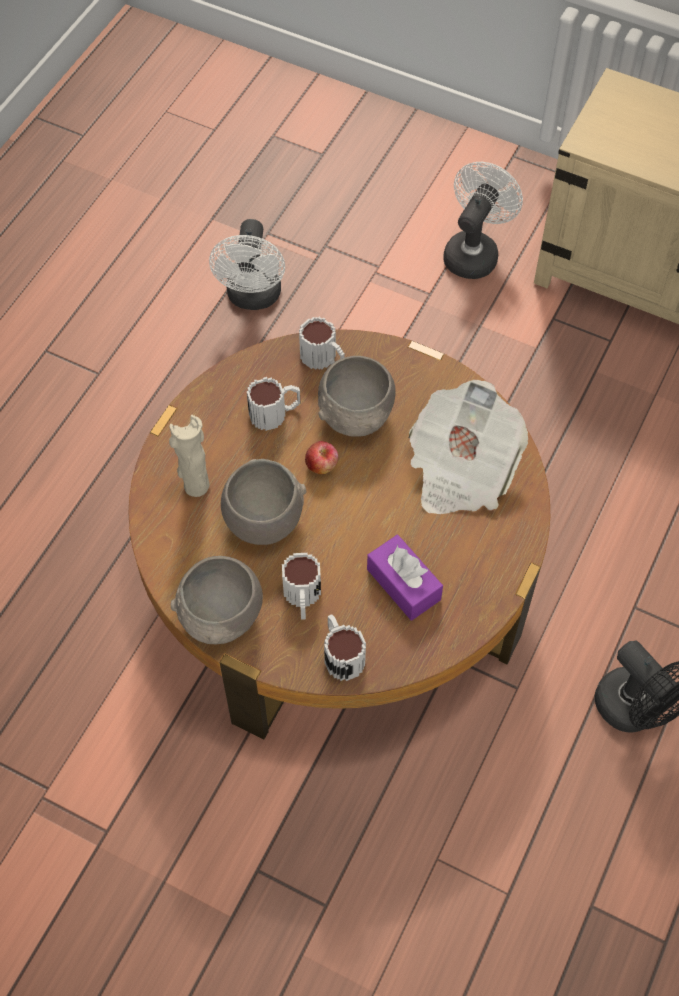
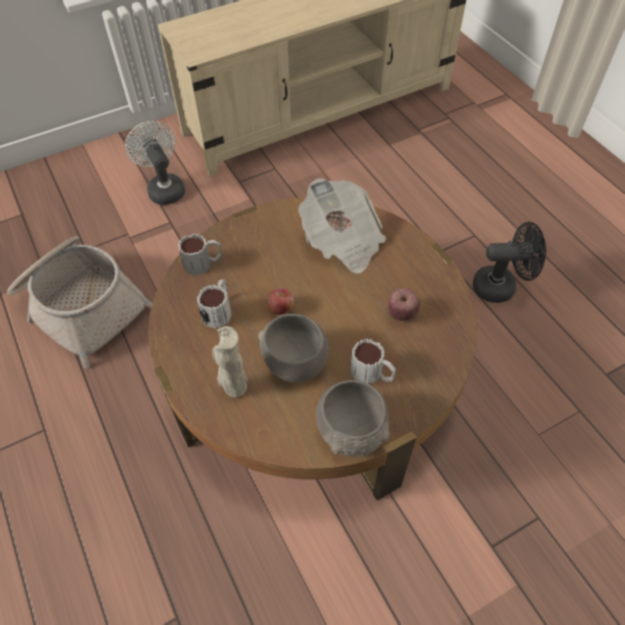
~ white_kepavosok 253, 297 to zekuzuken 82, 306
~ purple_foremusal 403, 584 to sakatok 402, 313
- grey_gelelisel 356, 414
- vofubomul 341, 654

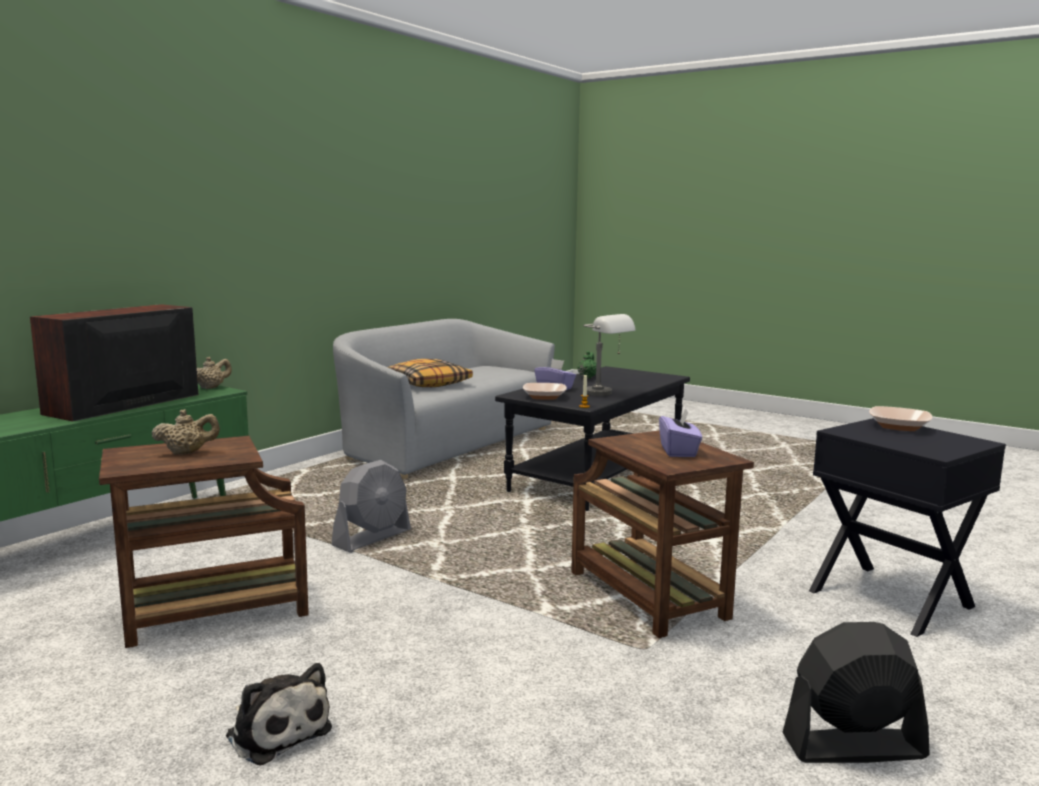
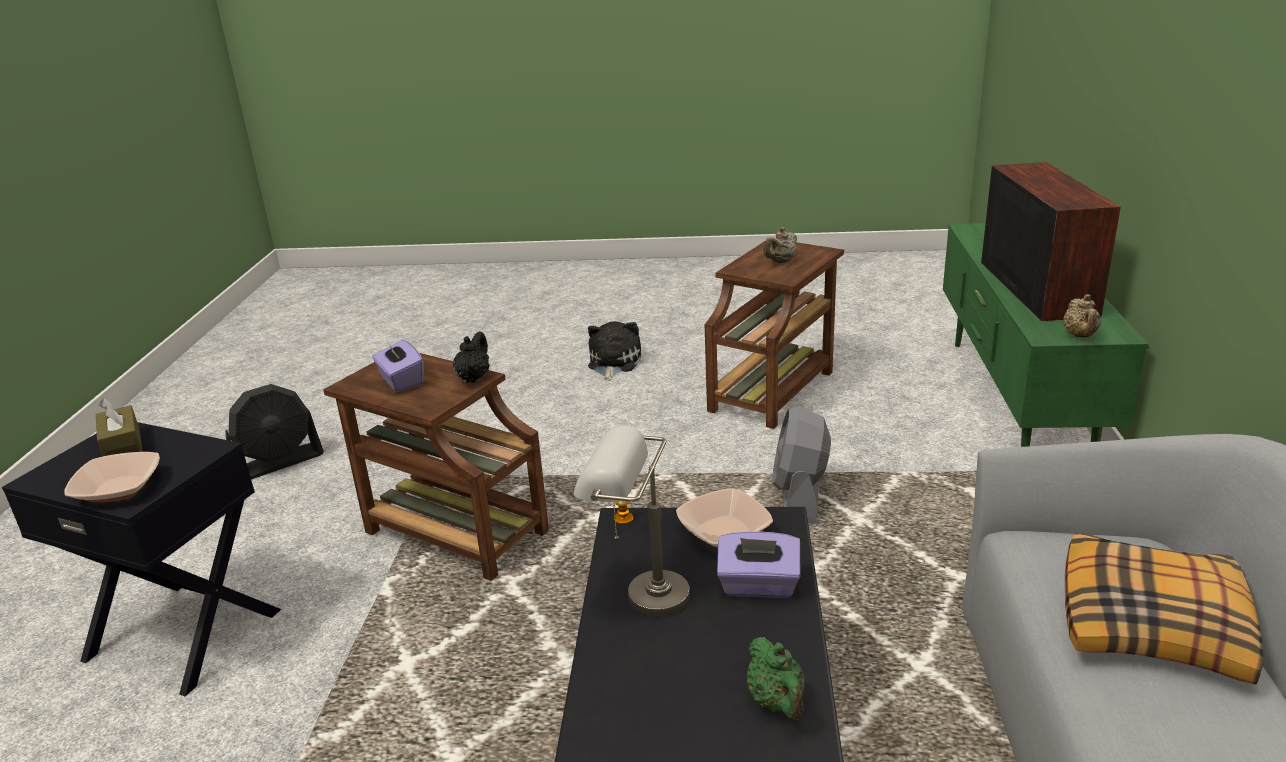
+ brown_foremusal 123, 445
+ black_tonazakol 473, 377
~ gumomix 276, 731 = 613, 363 90 degrees clockwise

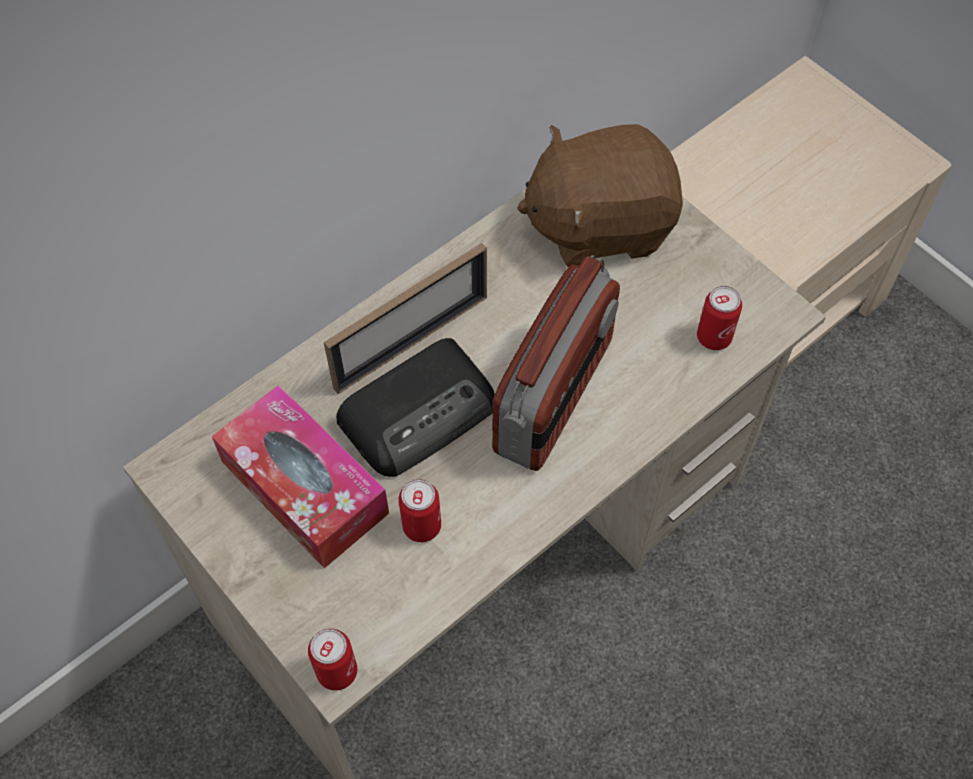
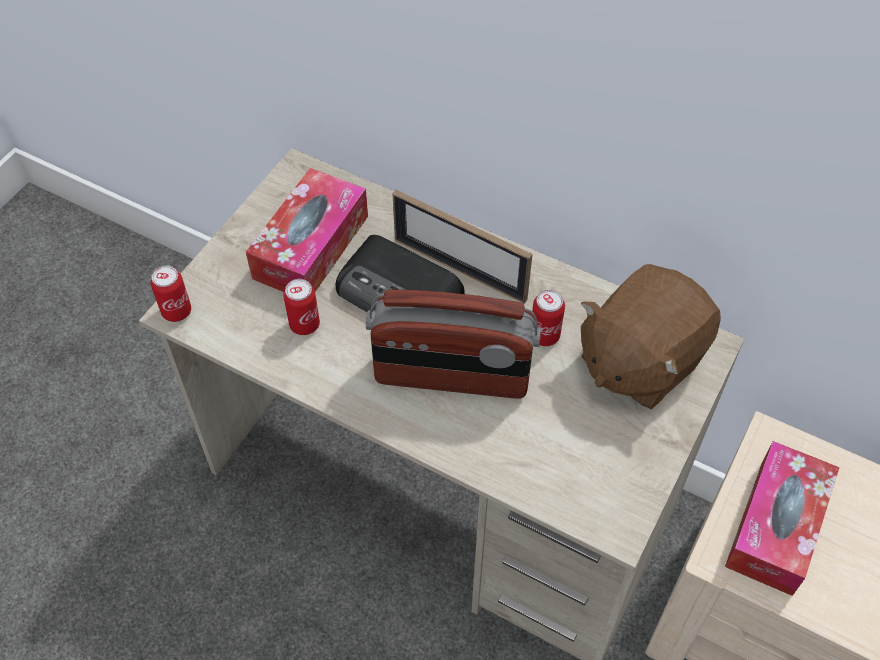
~ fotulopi 714, 337 to 544, 335
~ brown_gumomix 599, 224 = 639, 360 105 degrees counterclockwise
+ foremusal 776, 526

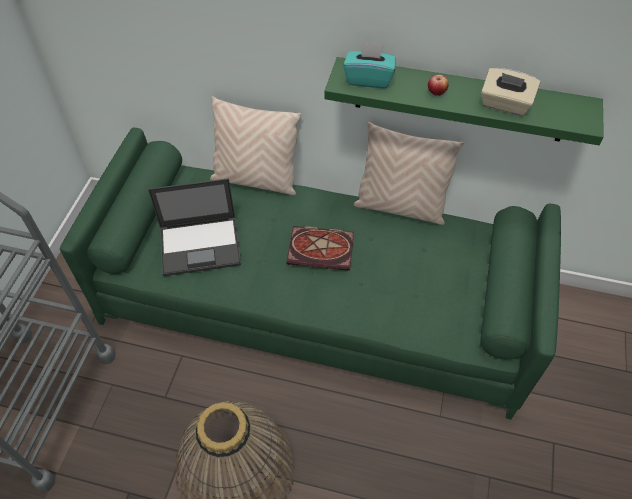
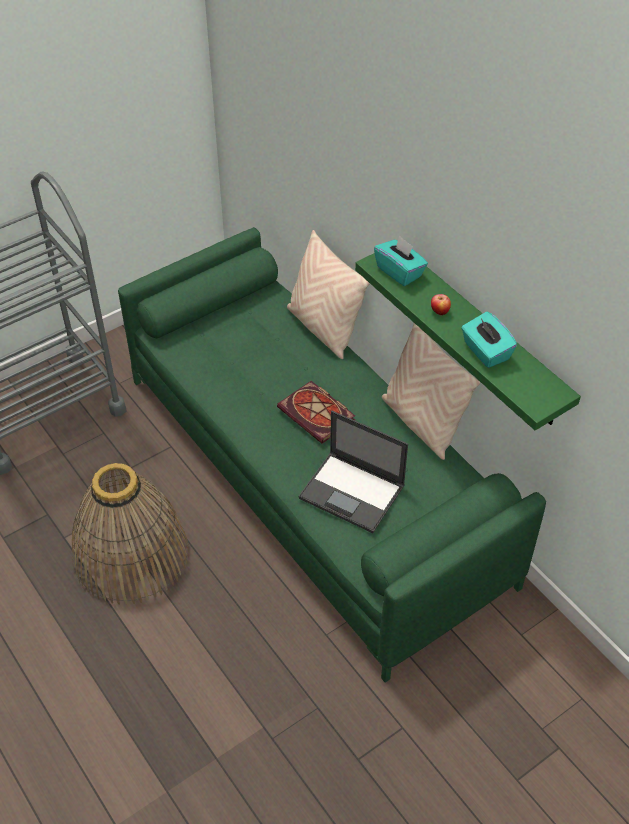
~ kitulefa 201, 245 to 353, 492
~ beige_foremusal 505, 104 to turquoise_foremusal 485, 352

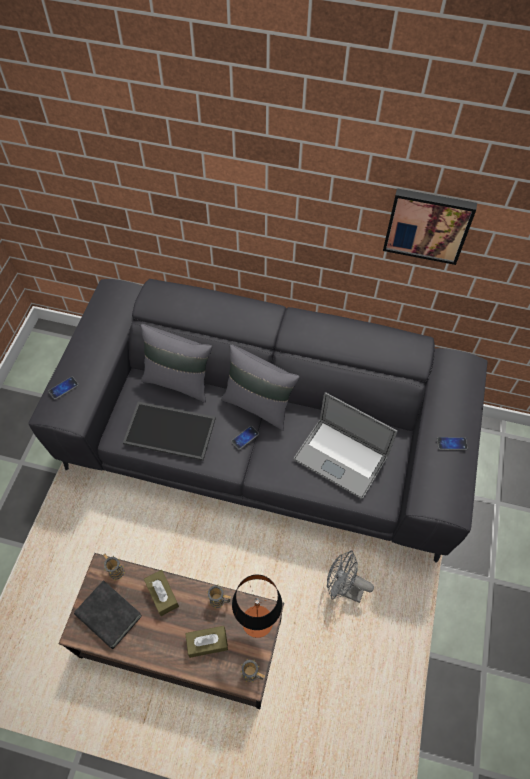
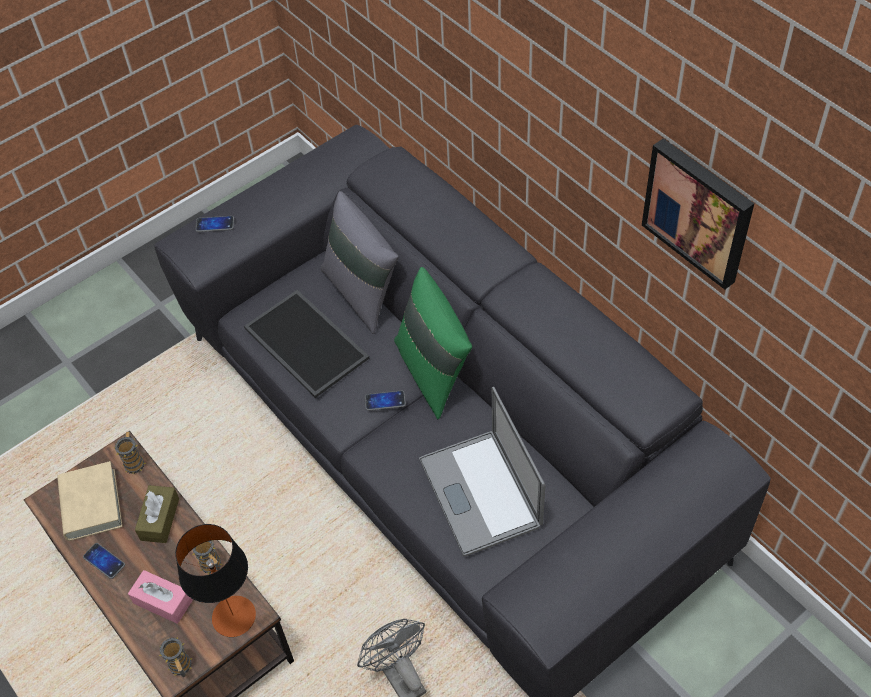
~ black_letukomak 109, 615 to beige_letukomak 91, 505
~ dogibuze 451, 444 to 104, 561
~ brown_foremusal 207, 643 to pink_foremusal 163, 601
~ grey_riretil 258, 405 to green_riretil 434, 372

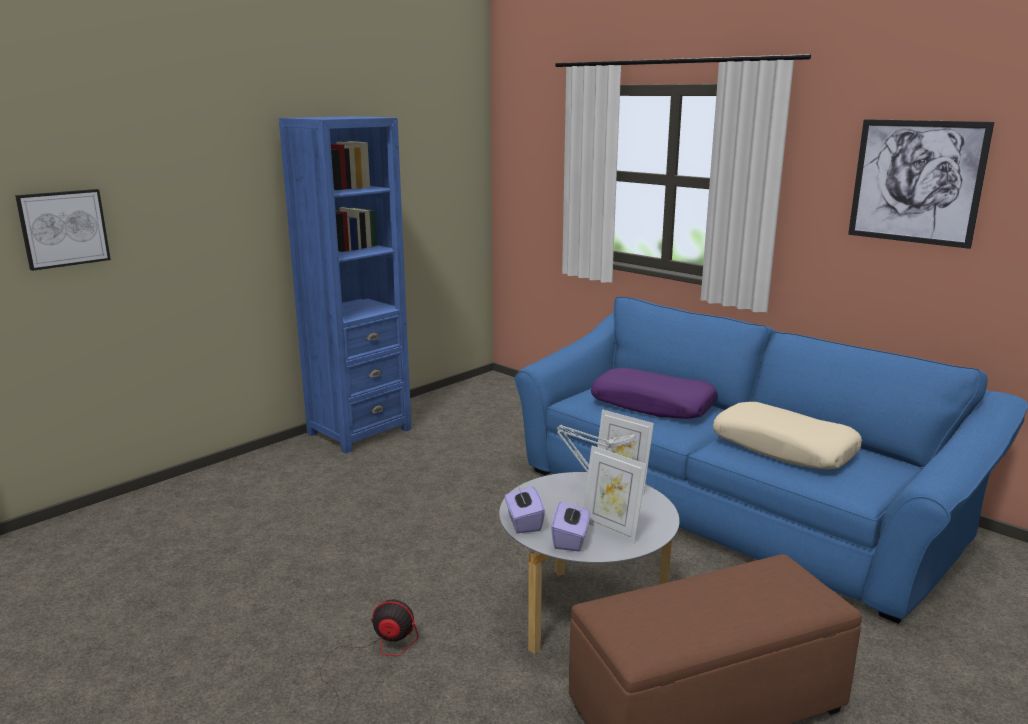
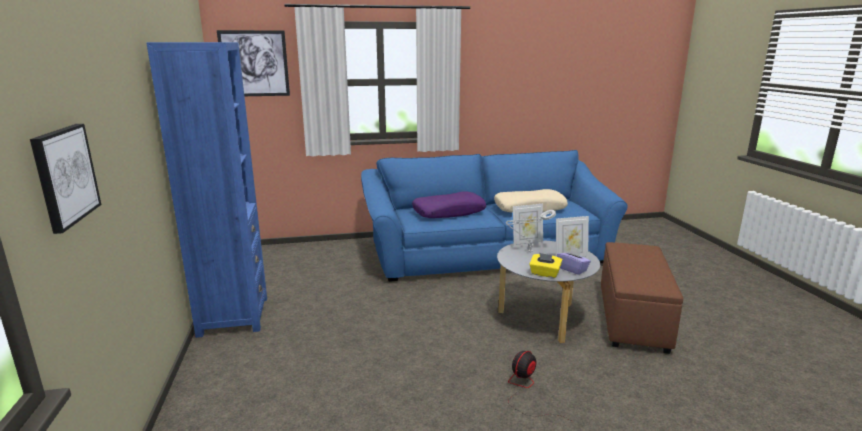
~ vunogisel 916, 182 to 254, 63
~ purple_foremusal 523, 522 to yellow_foremusal 544, 274

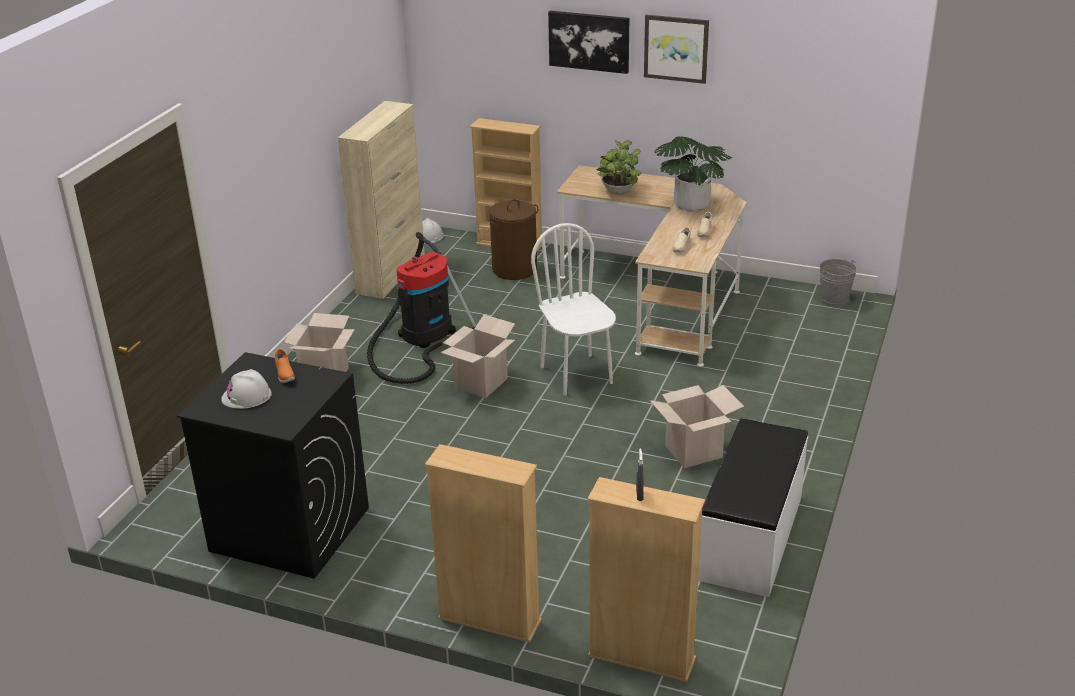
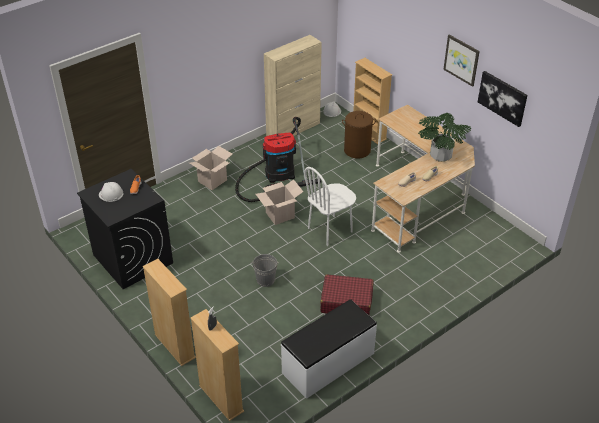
~ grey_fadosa 834, 300 to 265, 280
~ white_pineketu 577, 375 = 330, 230 135 degrees counterclockwise
~ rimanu 693, 451 to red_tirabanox 346, 301
~ vunogisel 589, 41 to 502, 98
- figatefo 618, 193

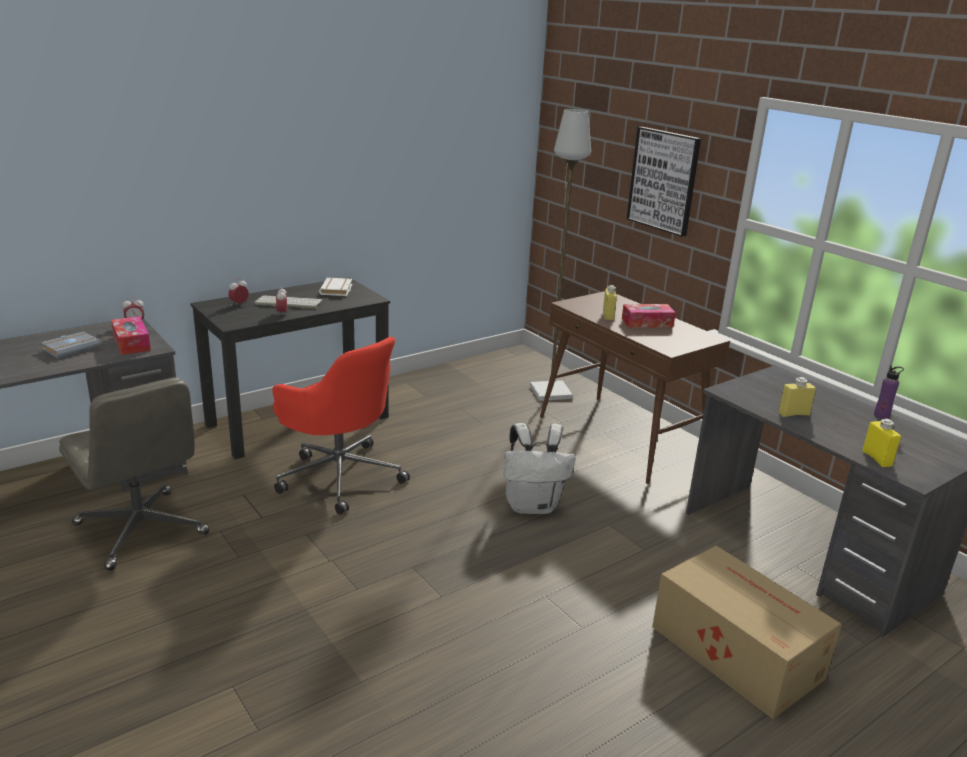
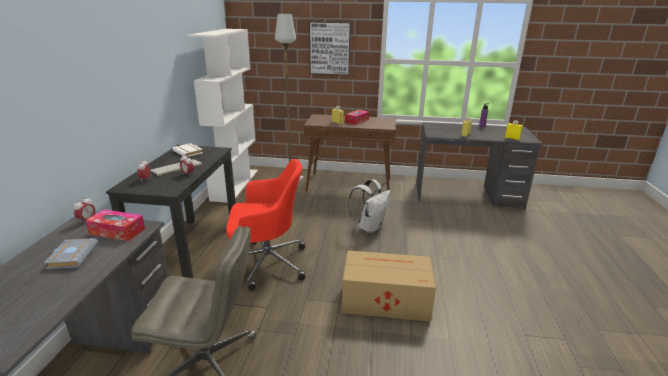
+ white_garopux 235, 184
~ rimanu 734, 650 to 384, 299

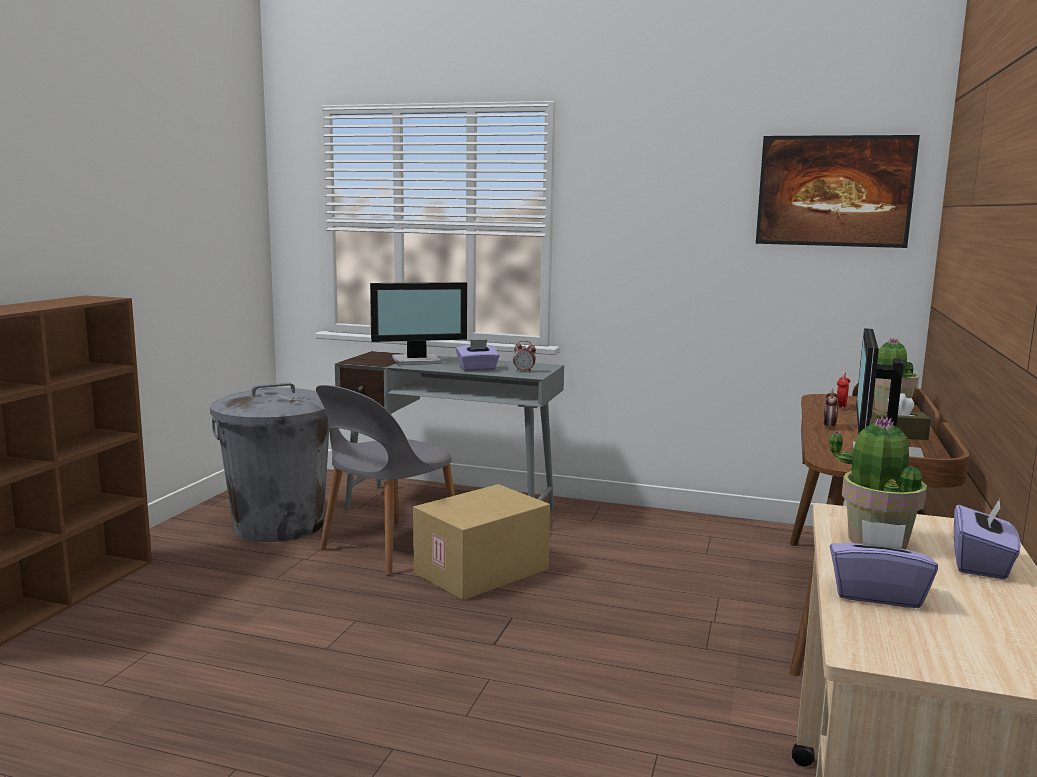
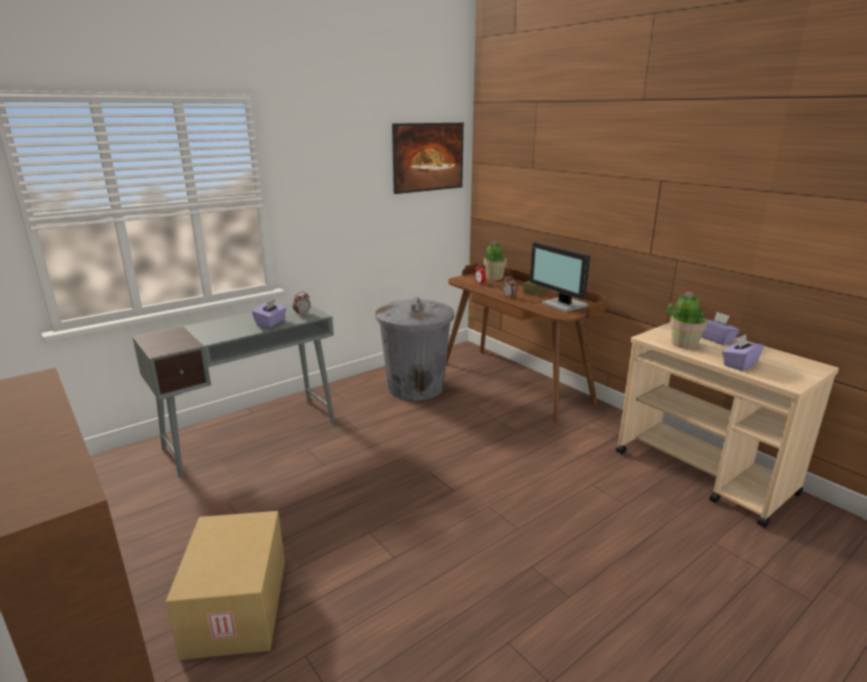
~ rimanu 482, 572 to 239, 607
~ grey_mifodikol 279, 525 to 416, 387
- grey_pineketu 388, 547
- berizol 418, 360

